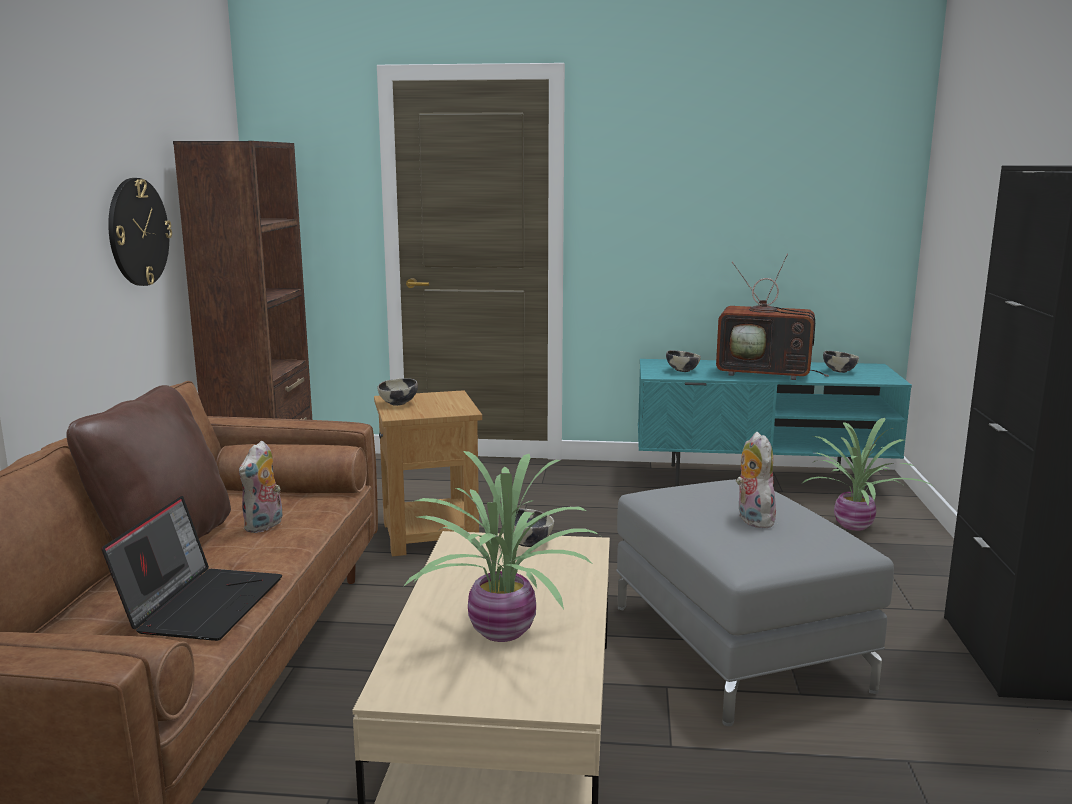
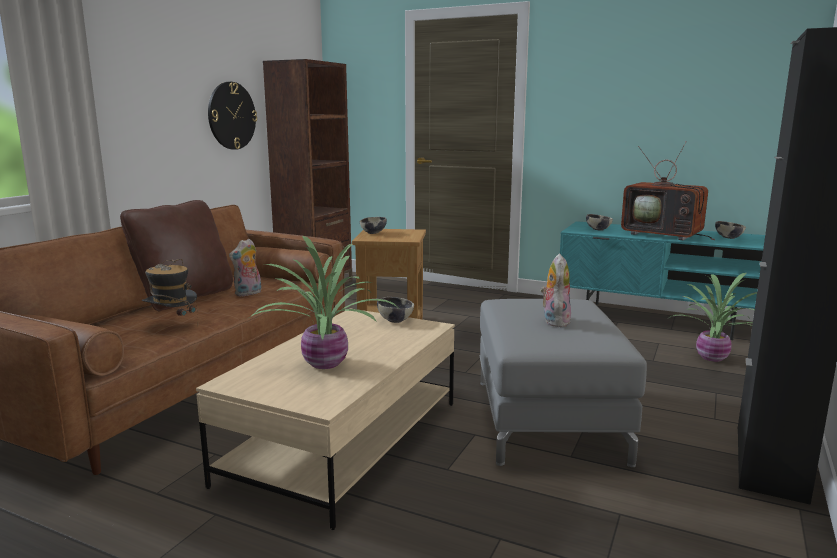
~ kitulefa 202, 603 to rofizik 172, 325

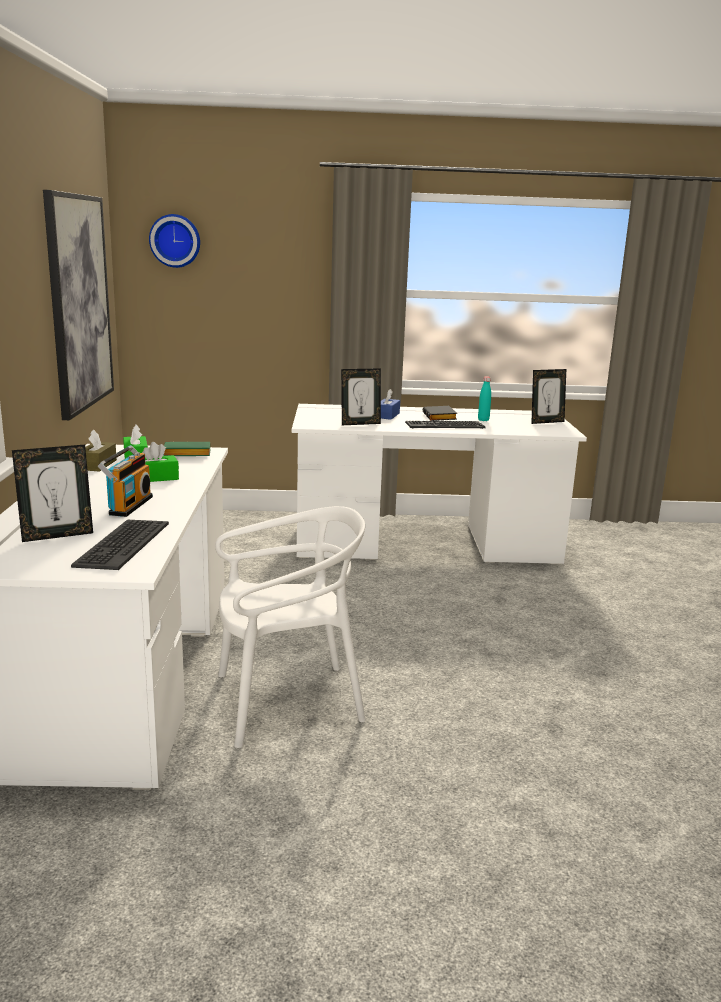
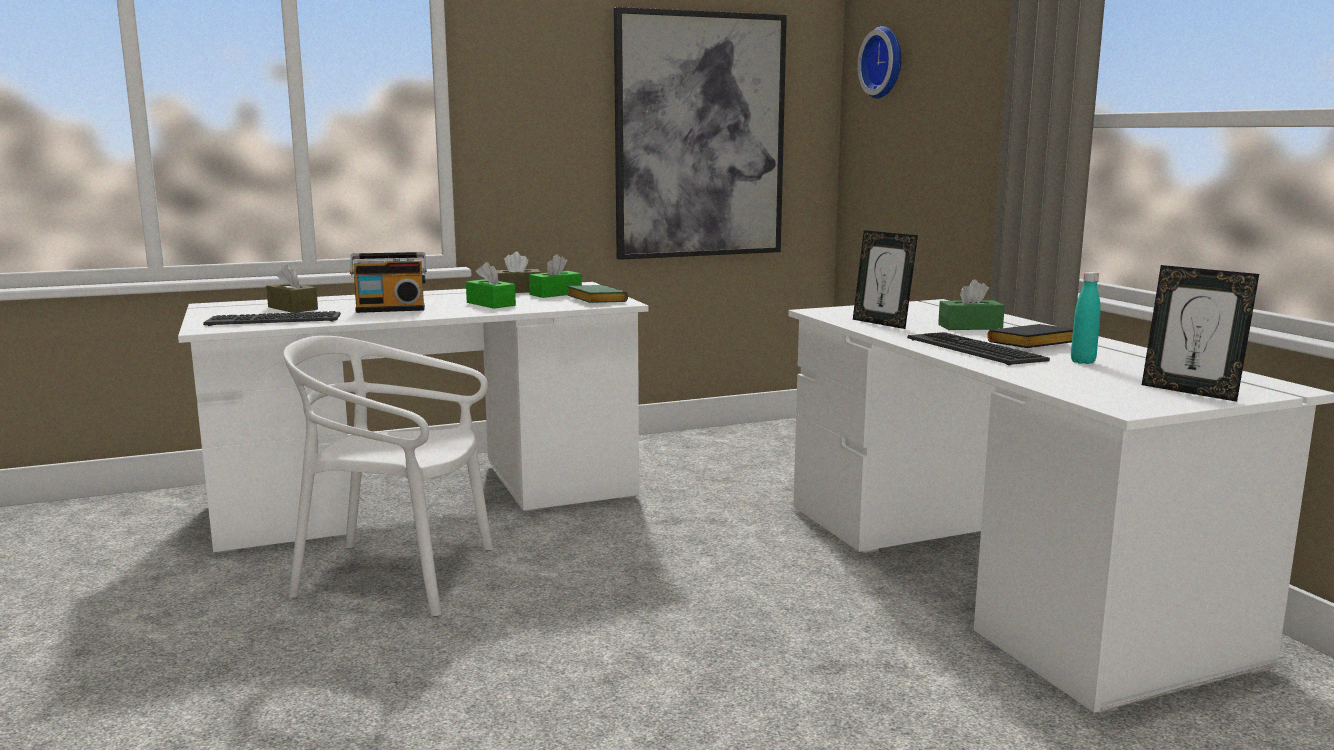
~ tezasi 57, 535 to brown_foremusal 292, 308
~ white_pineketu 287, 702 = 396, 575 135 degrees clockwise
~ blue_foremusal 387, 415 to green_foremusal 970, 327

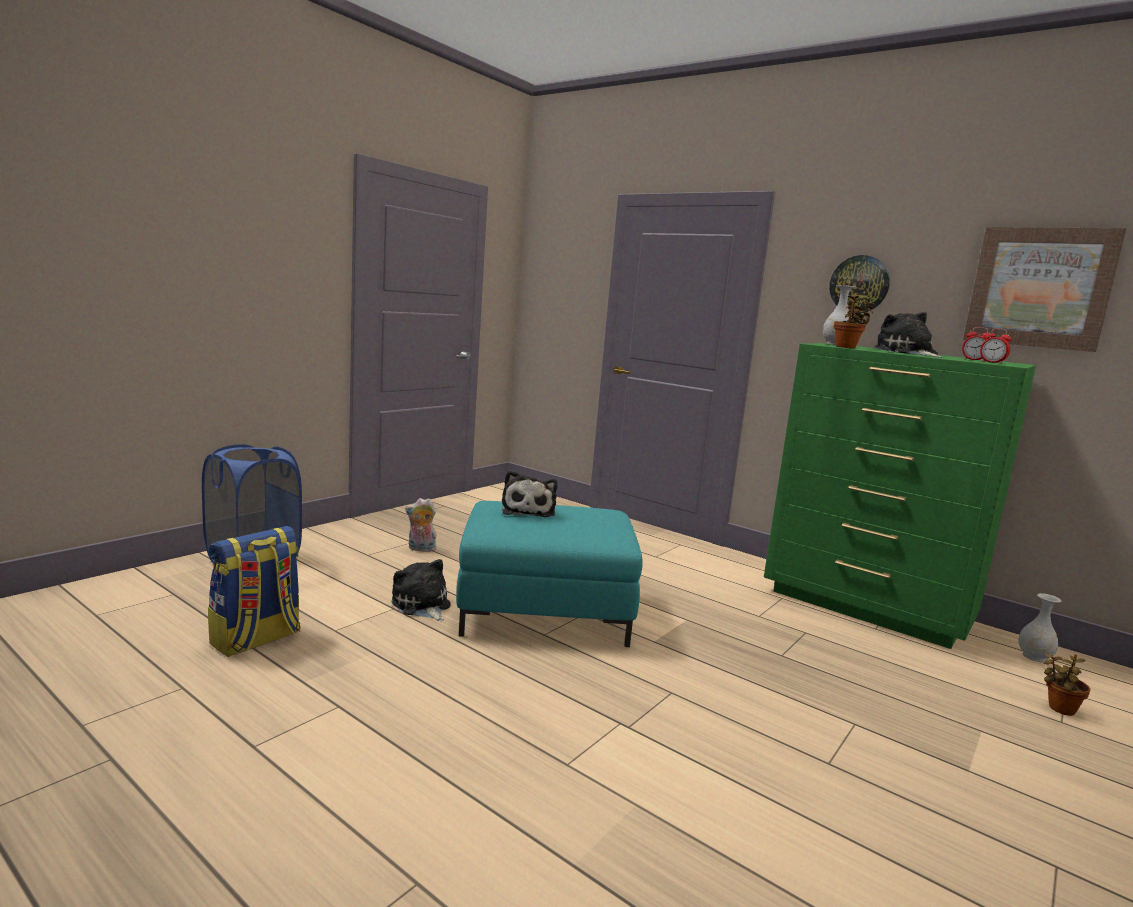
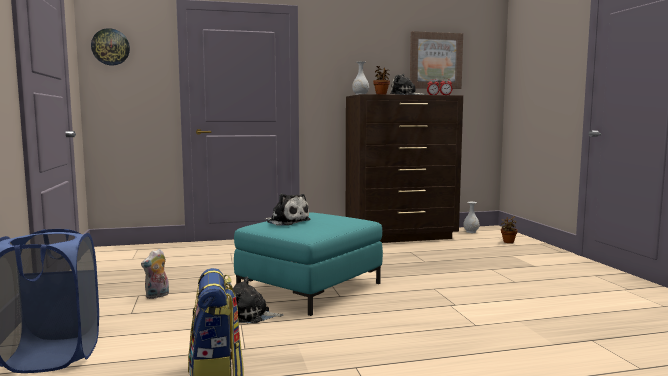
~ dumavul 859, 284 to 110, 47
~ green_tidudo 867, 607 to brown_tidudo 401, 236

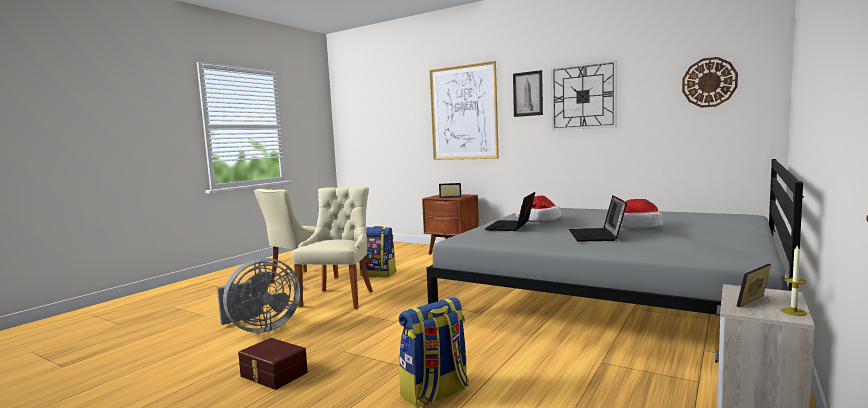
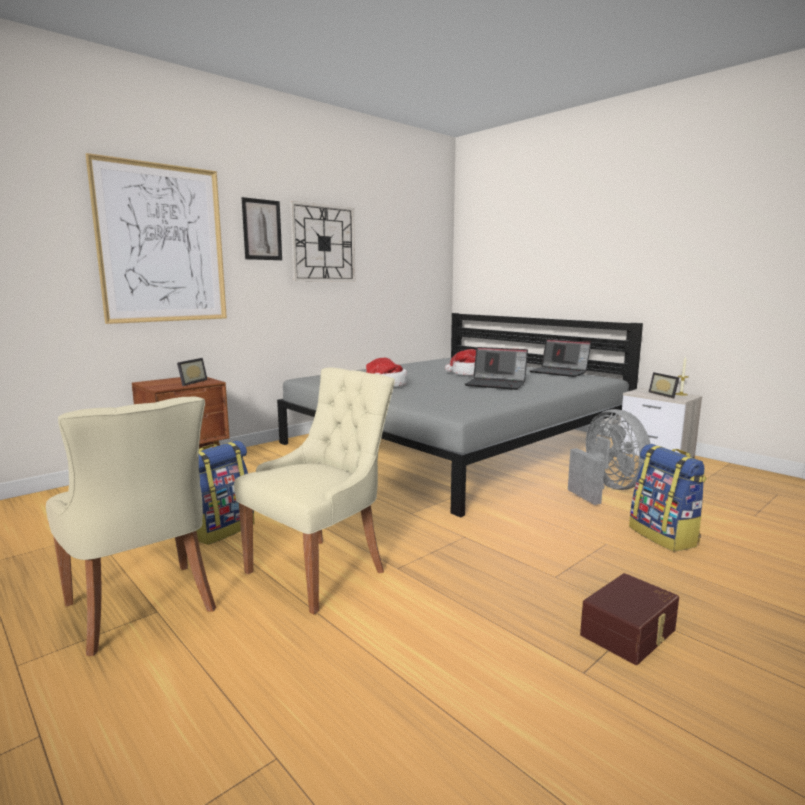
~ beige_pineketu 339, 298 = 320, 570 105 degrees clockwise
~ kitulefa 511, 227 to 560, 372
~ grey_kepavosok 261, 328 to 606, 489
- dumavul 709, 82

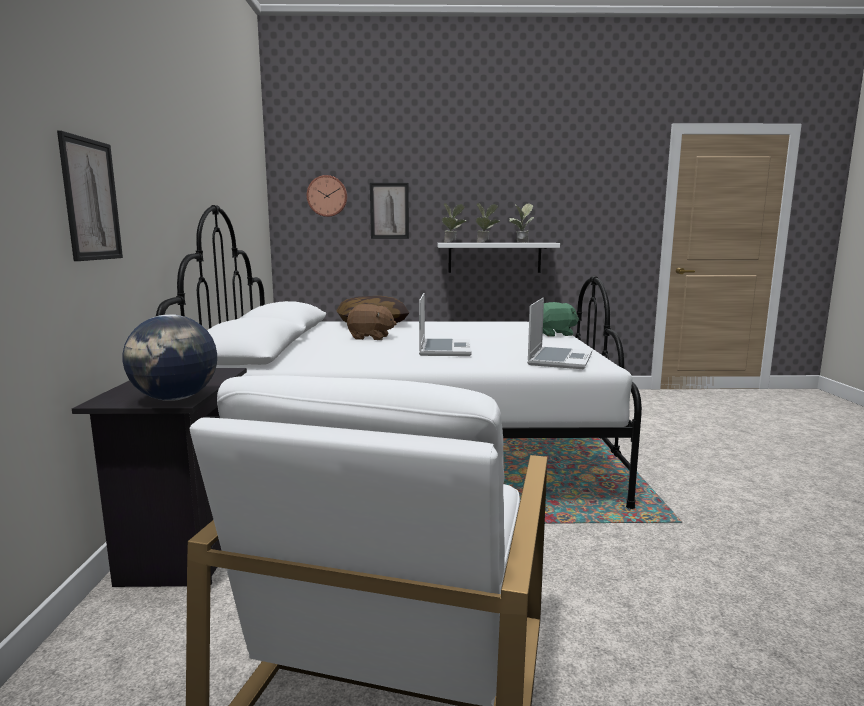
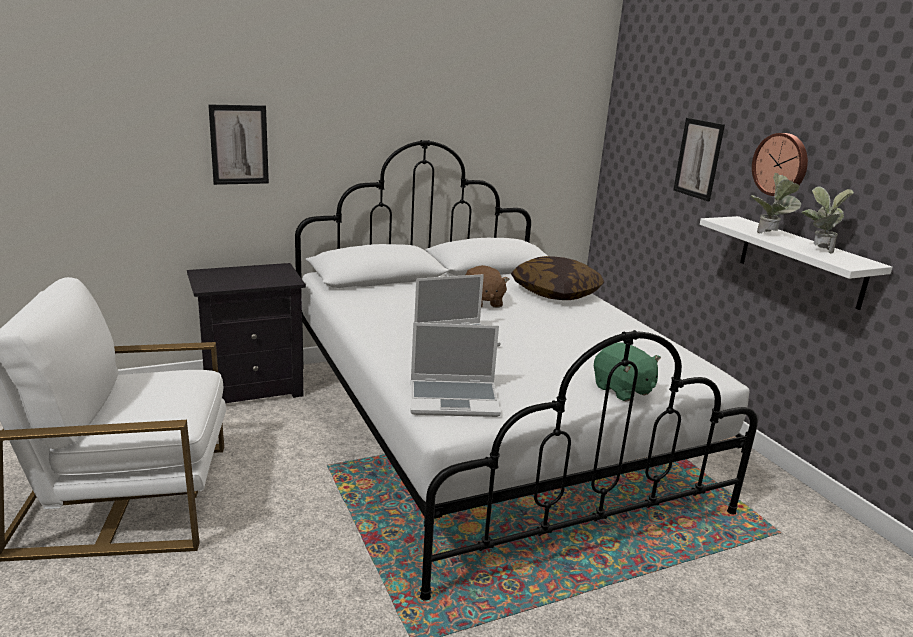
~ dumavul 327, 196 to 781, 164
- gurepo 176, 399
- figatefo 453, 242

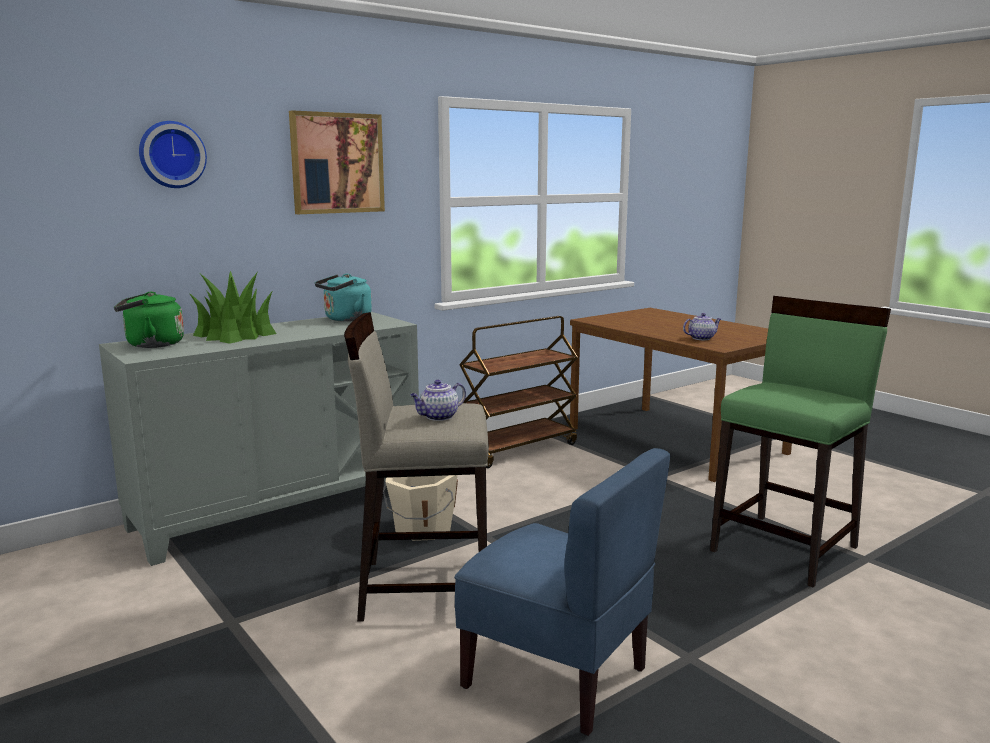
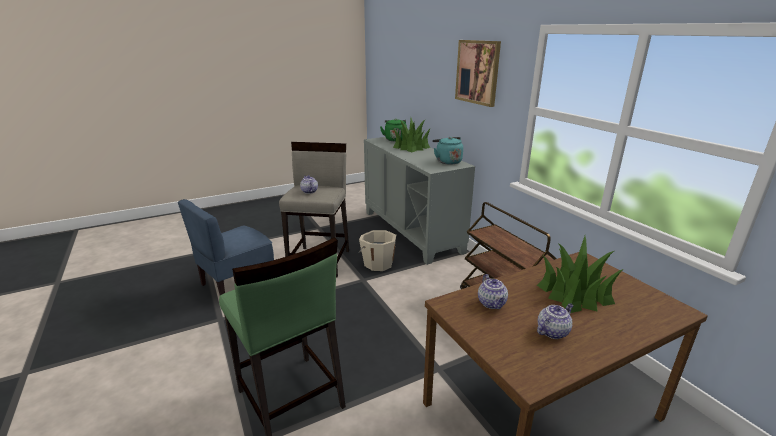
+ figatefo 575, 293
+ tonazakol 552, 331
- dumavul 171, 154

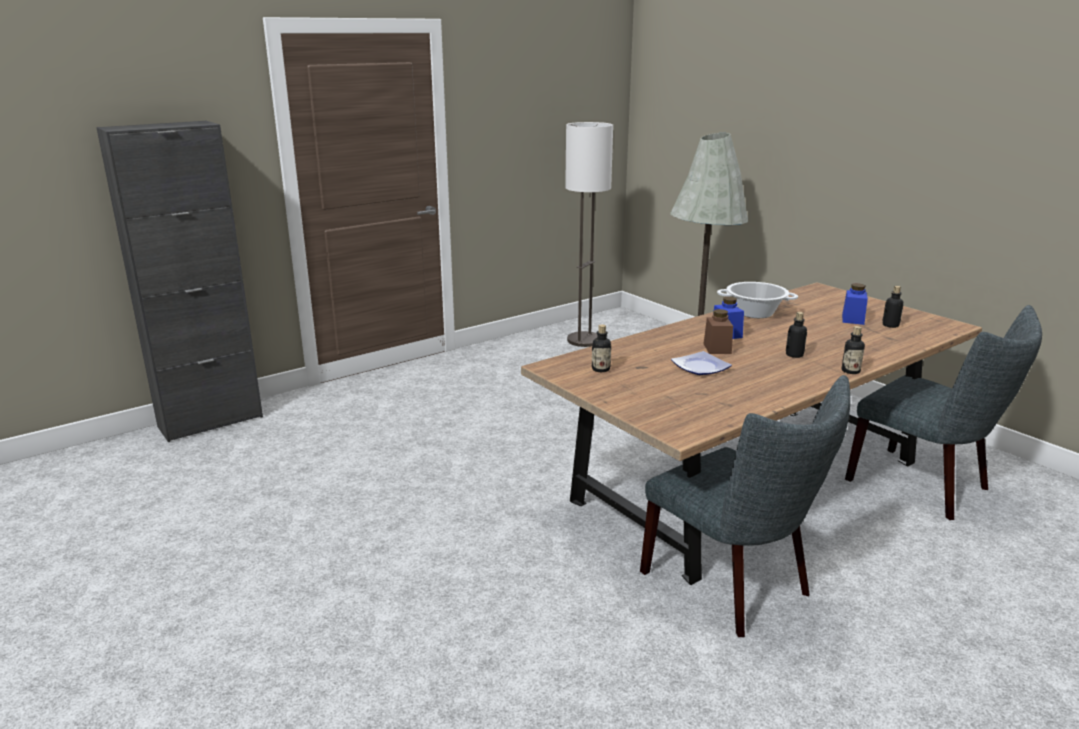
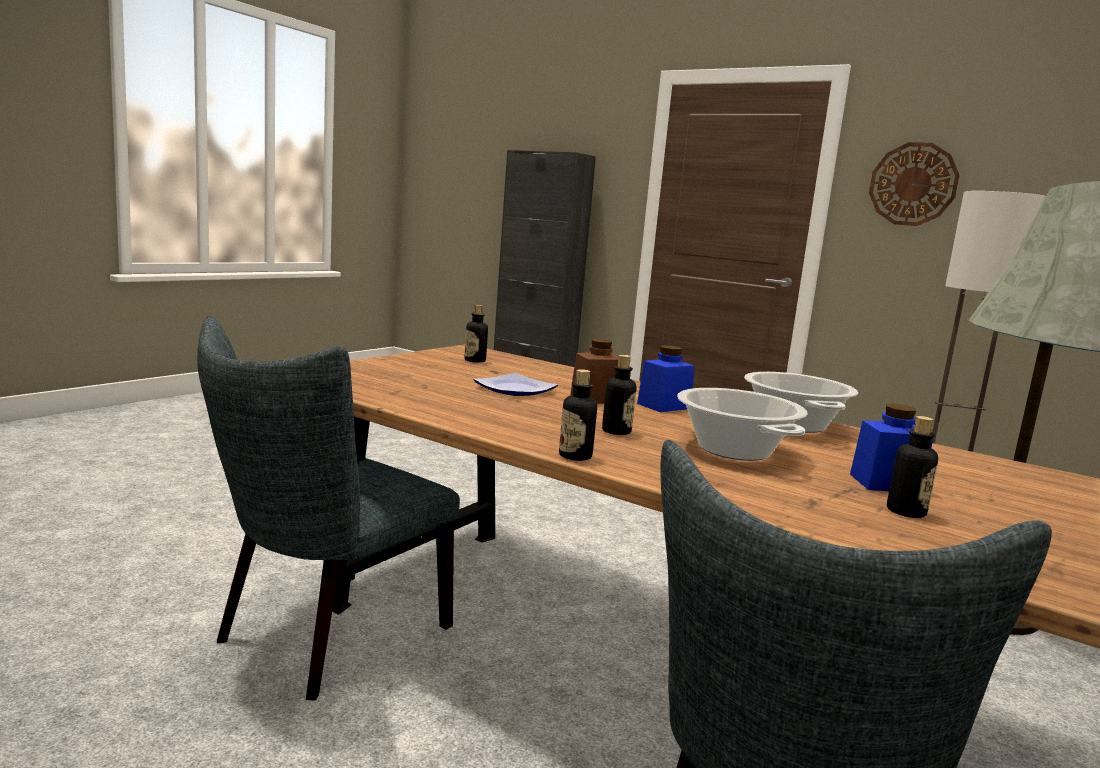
+ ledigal 734, 450
+ dumavul 913, 184

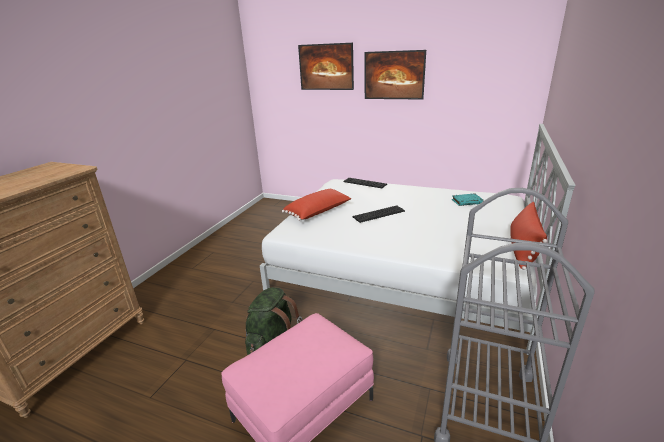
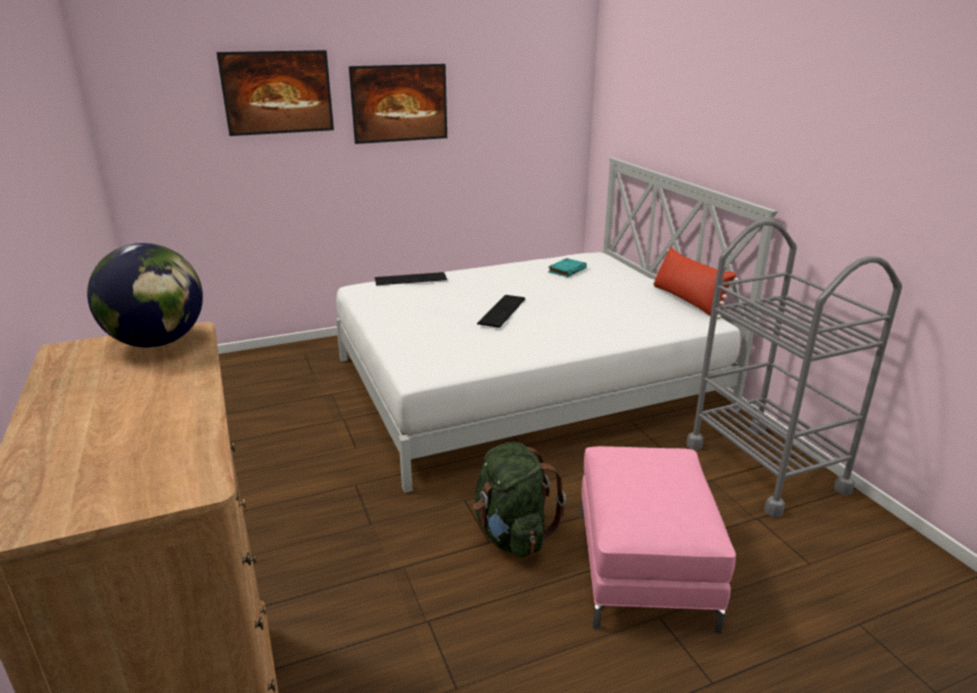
+ gurepo 157, 342
- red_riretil 318, 212

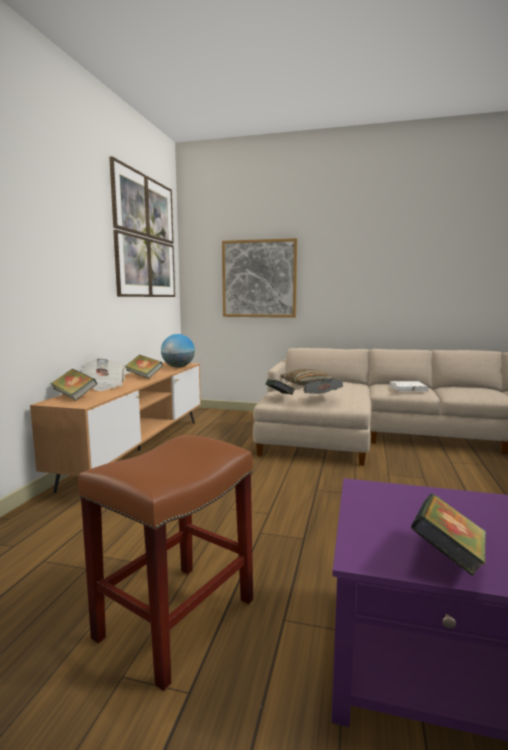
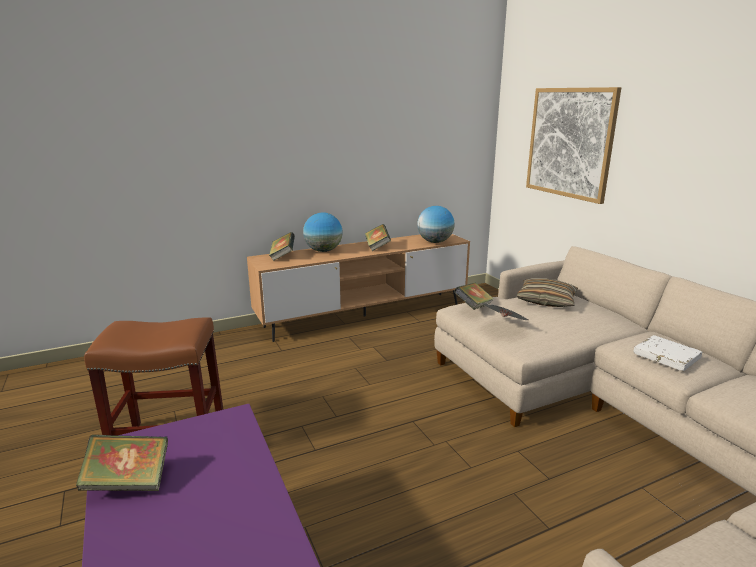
~ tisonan 104, 386 to gurepo 323, 251
- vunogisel 145, 237

